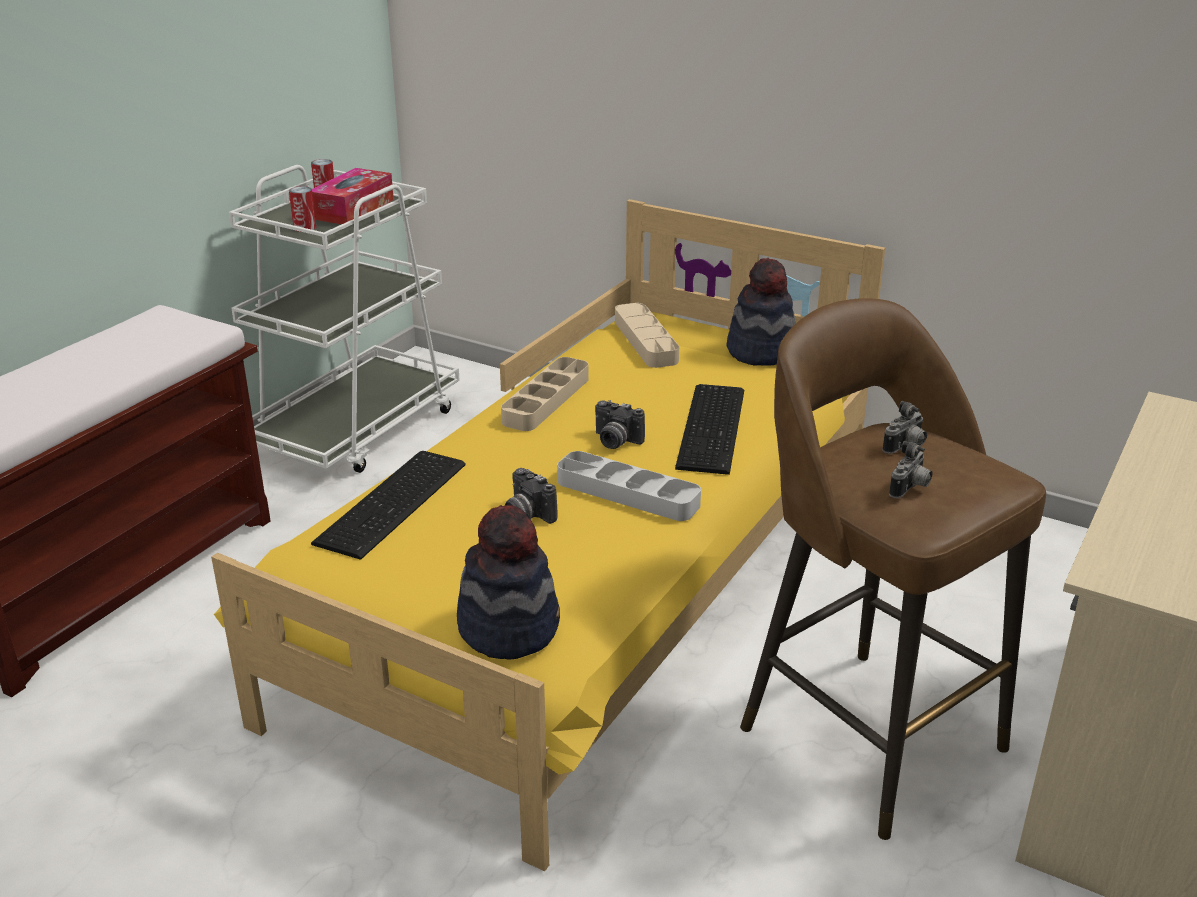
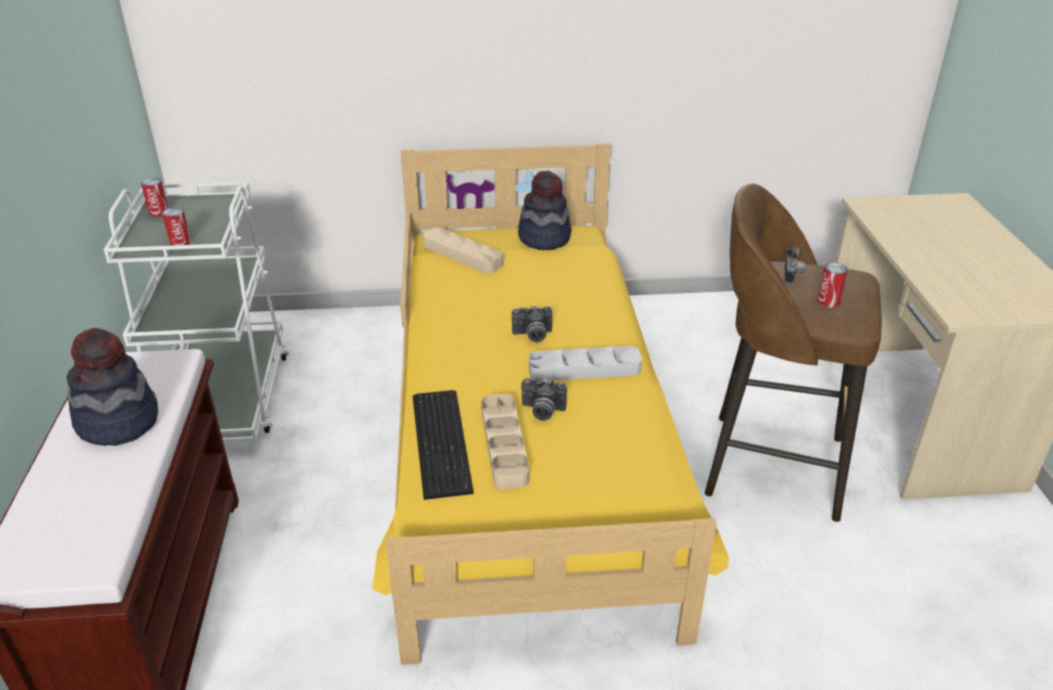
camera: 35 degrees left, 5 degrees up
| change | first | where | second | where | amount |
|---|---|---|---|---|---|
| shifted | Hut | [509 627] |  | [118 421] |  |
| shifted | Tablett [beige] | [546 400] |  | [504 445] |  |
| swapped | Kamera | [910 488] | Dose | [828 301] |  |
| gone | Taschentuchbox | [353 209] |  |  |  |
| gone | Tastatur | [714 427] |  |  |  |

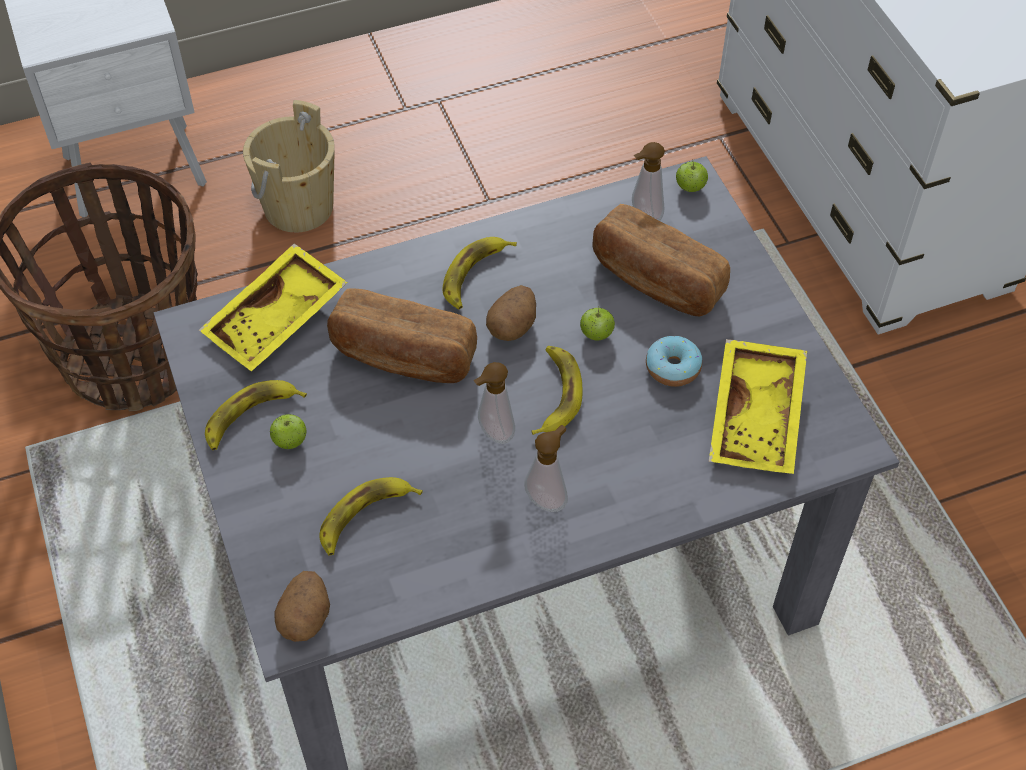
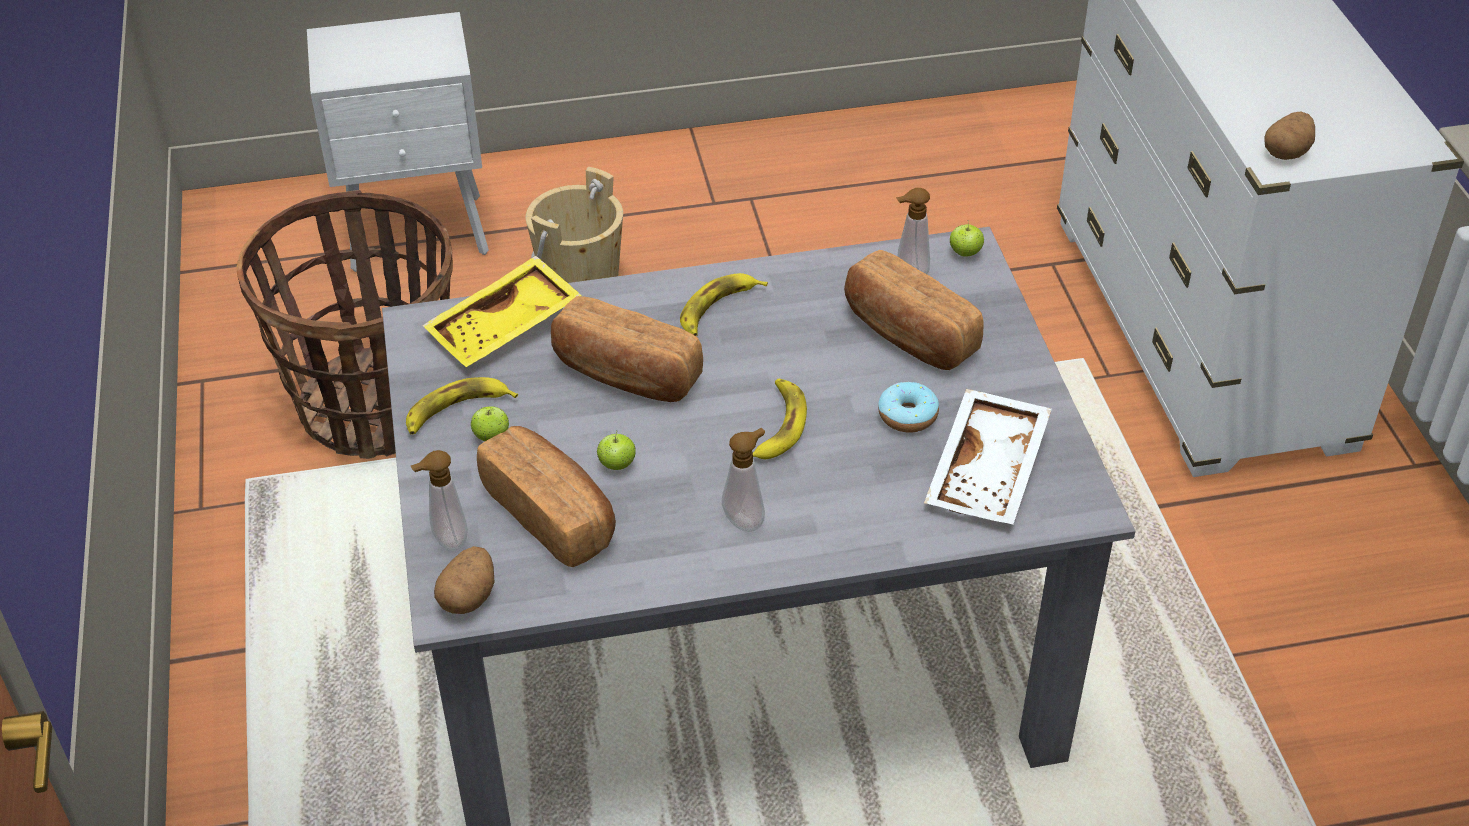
camera: 10 degrees right, 10 degrees down
| change | first | where | second | where | amount |
|---|---|---|---|---|---|
| shifted | Seifenspender | [493 434] |  | [447 541] |  |
| swapped | Banane | [365 517] | Brot | [551 514] |  |
| shifted | Apfel | [596 334] |  | [617 465] |  |
| repainted | Tablett [gelb] | [759 417] | Tablett [weiß] | [990 472] |  |
| shifted | Kartoffel | [512 326] |  | [1287 152] |  |

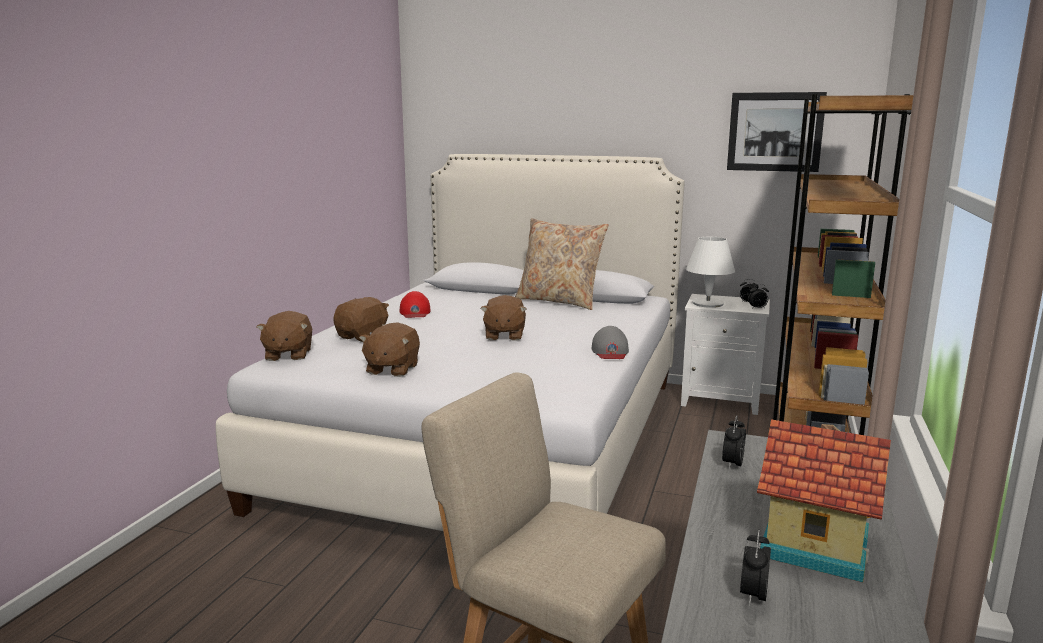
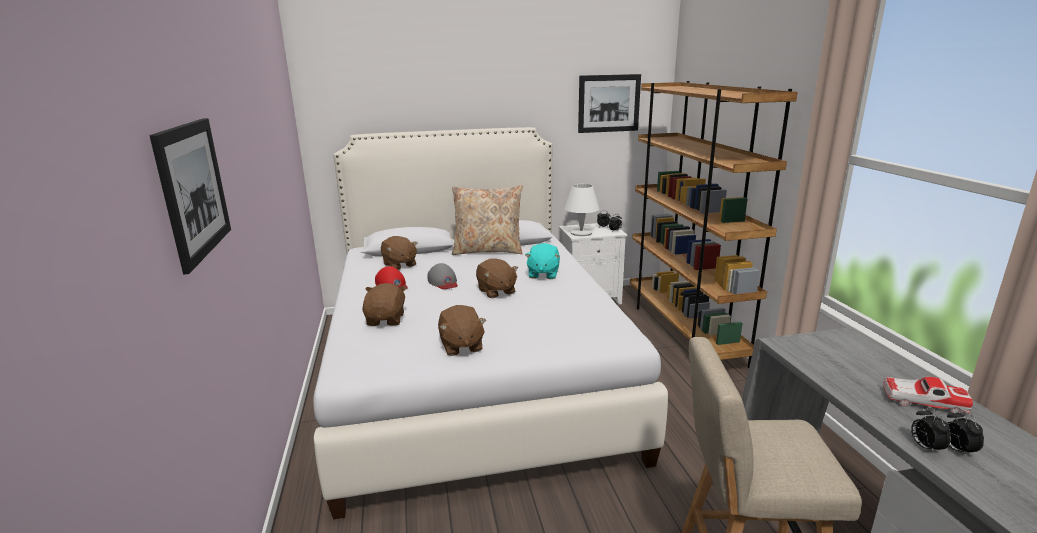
camera: 30 degrees left, 5 degrees up
| change | first | where | second | where | amount |
|---|---|---|---|---|---|
| new |  |  | Bild | [194 190] |  |
| shifted | Plüschtier [braun] | [288 355] |  | [399 265] |  |
| shifted | Kappe [grau] | [610 351] |  | [443 282] |  |
| new |  |  | Plüschtier [türkis] | [543 274] |  |
| swapped | Spielzeughaus | [814 542] | Spielzeugauto | [923 401] |  |
| shifted | Wecker | [732 464] |  | [925 447] |  |

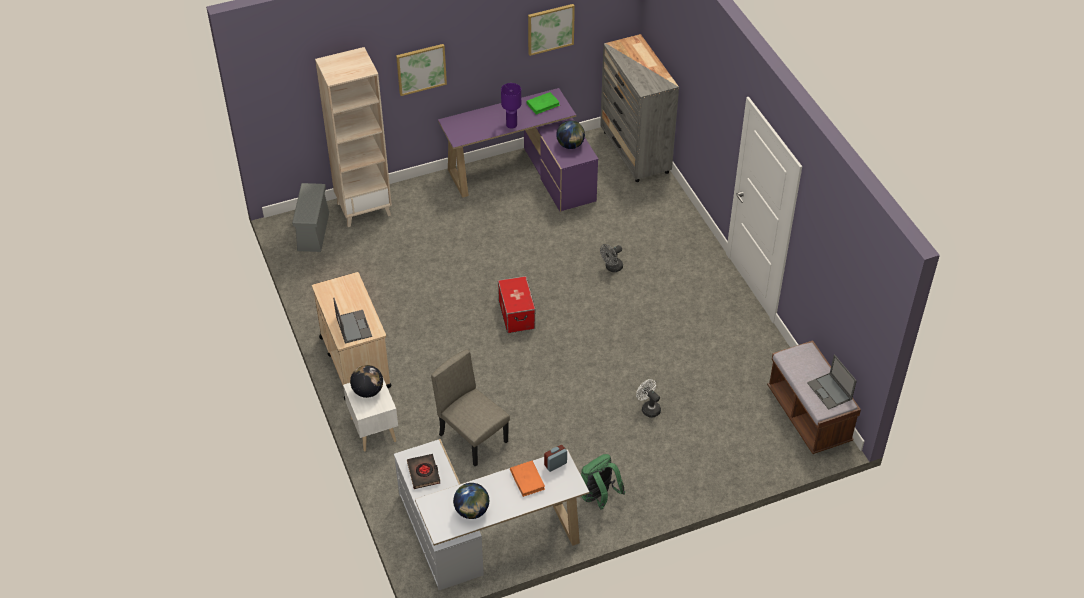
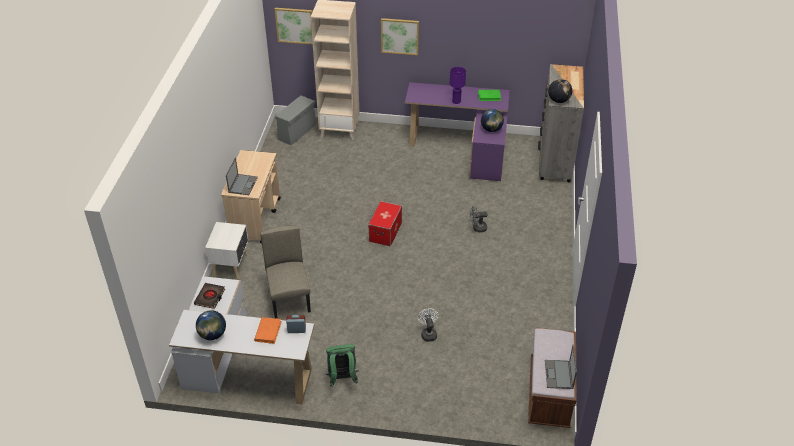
camera: 30 degrees right, 5 degrees down
| change | first | where | second | where | amount |
|---|---|---|---|---|---|
| shifted | Bild | [550 28] |  | [295 25] |  |
| shifted | Globus | [368 391] |  | [558 100] |  |

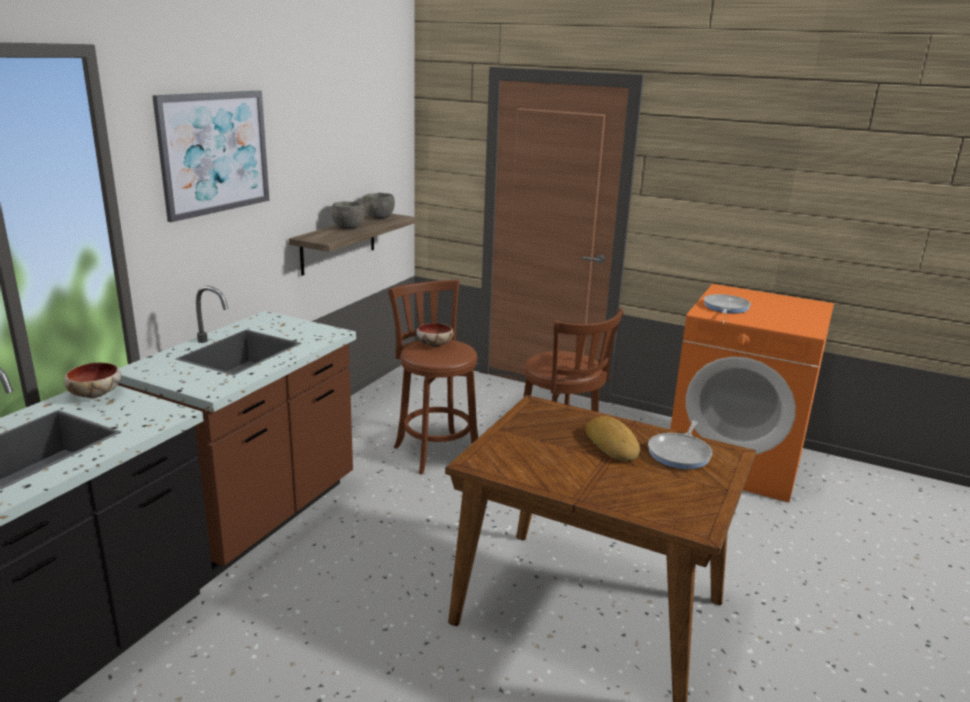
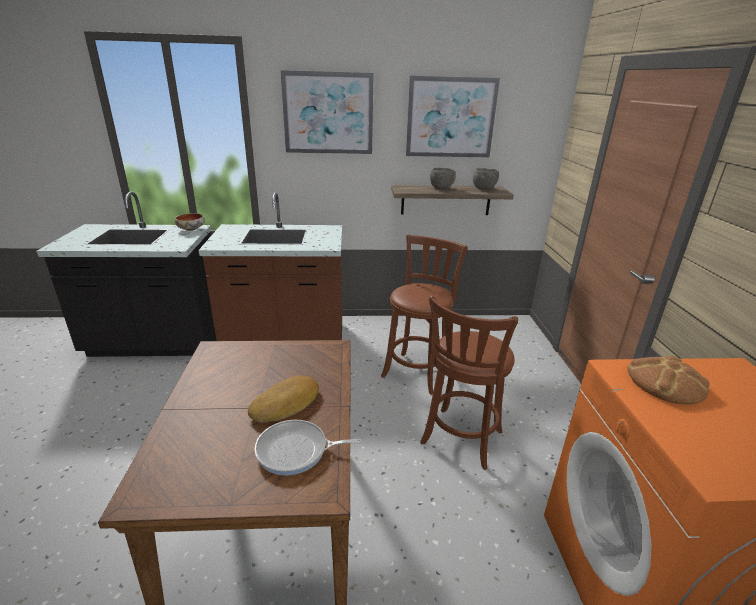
camera: 60 degrees right, 5 degrees up
| change | first | where | second | where | amount |
|---|---|---|---|---|---|
| new |  |  | Bild | [450 118] |  |
| swapped | Pfanne | [725 308] | Brot | [665 382] |  |
| gone | Schüssel | [434 344] |  |  |  |

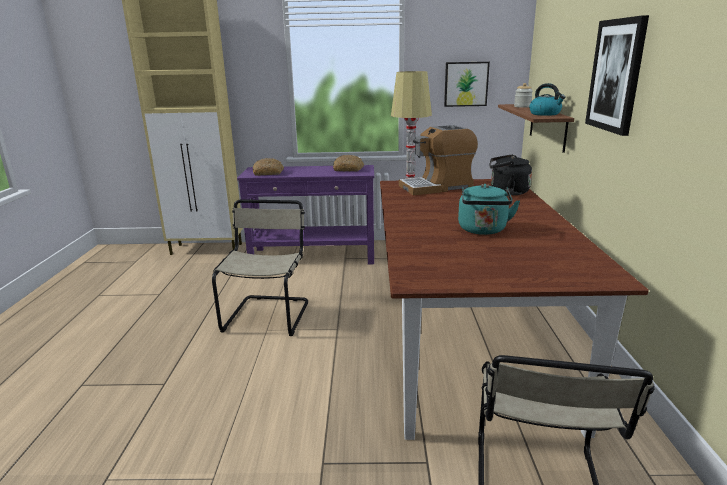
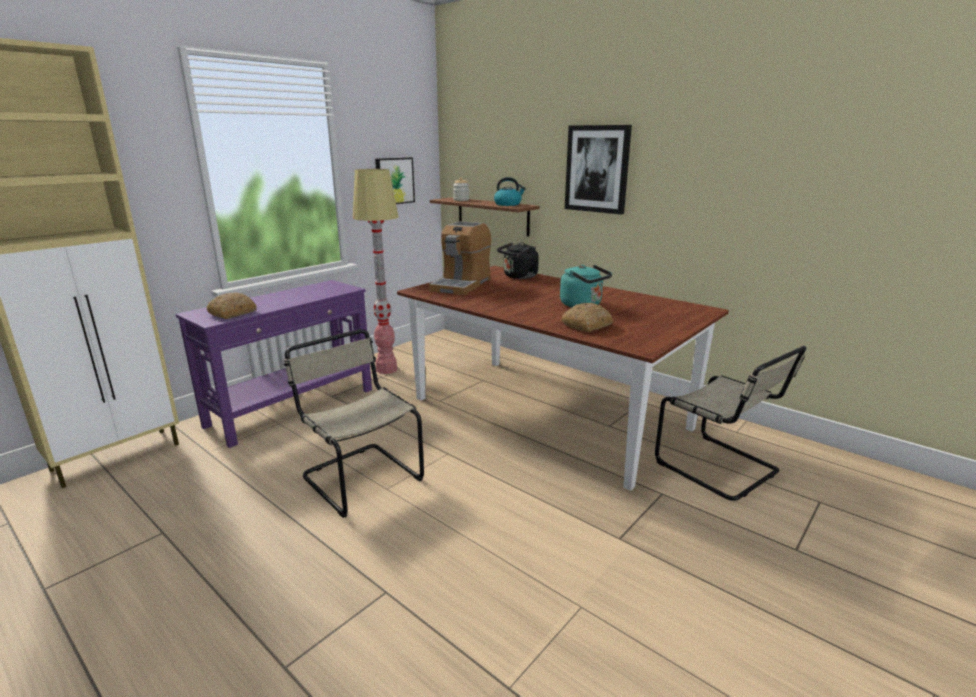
camera: 50 degrees left, 0 degrees up
| change | first | where | second | where | amount |
|---|---|---|---|---|---|
| shifted | Brot | [348 169] |  | [586 325] |  |

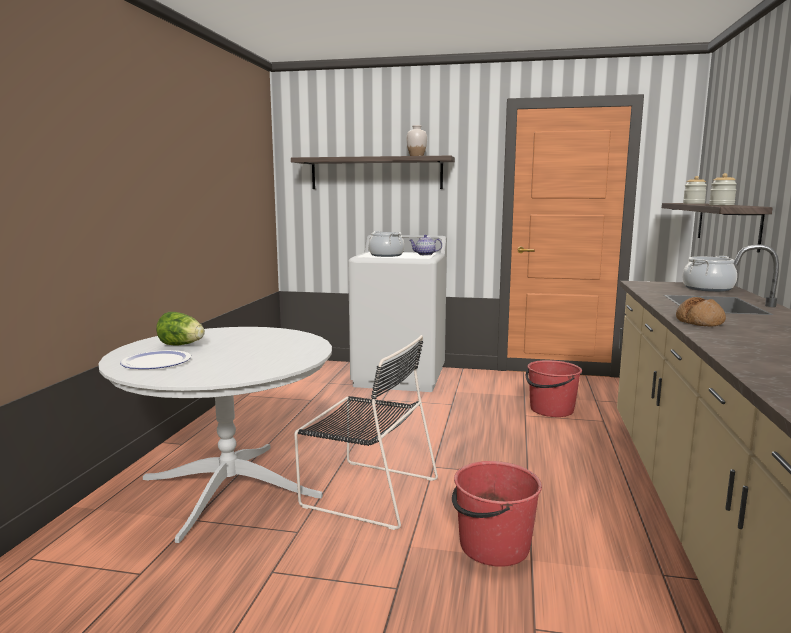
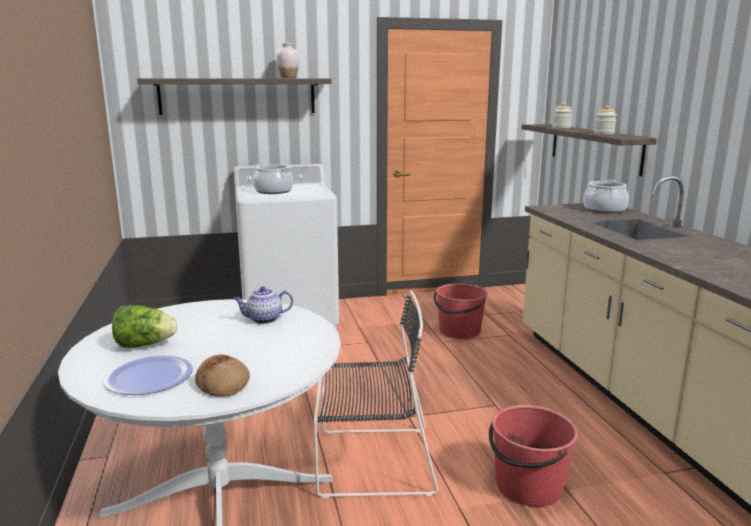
camera: 25 degrees left, 5 degrees up
| change | first | where | second | where | amount |
|---|---|---|---|---|---|
| shifted | Brot | [700 322] |  | [223 384] |  |
| shifted | Teekanne | [424 254] |  | [263 319] |  |

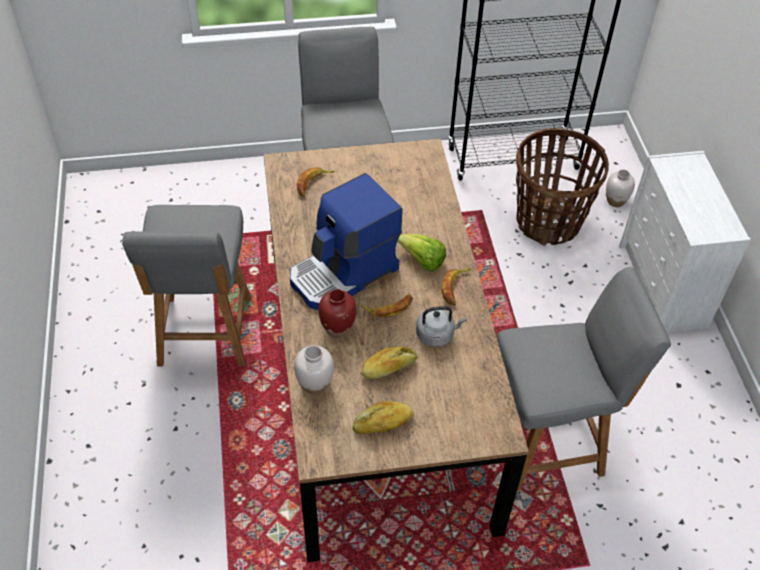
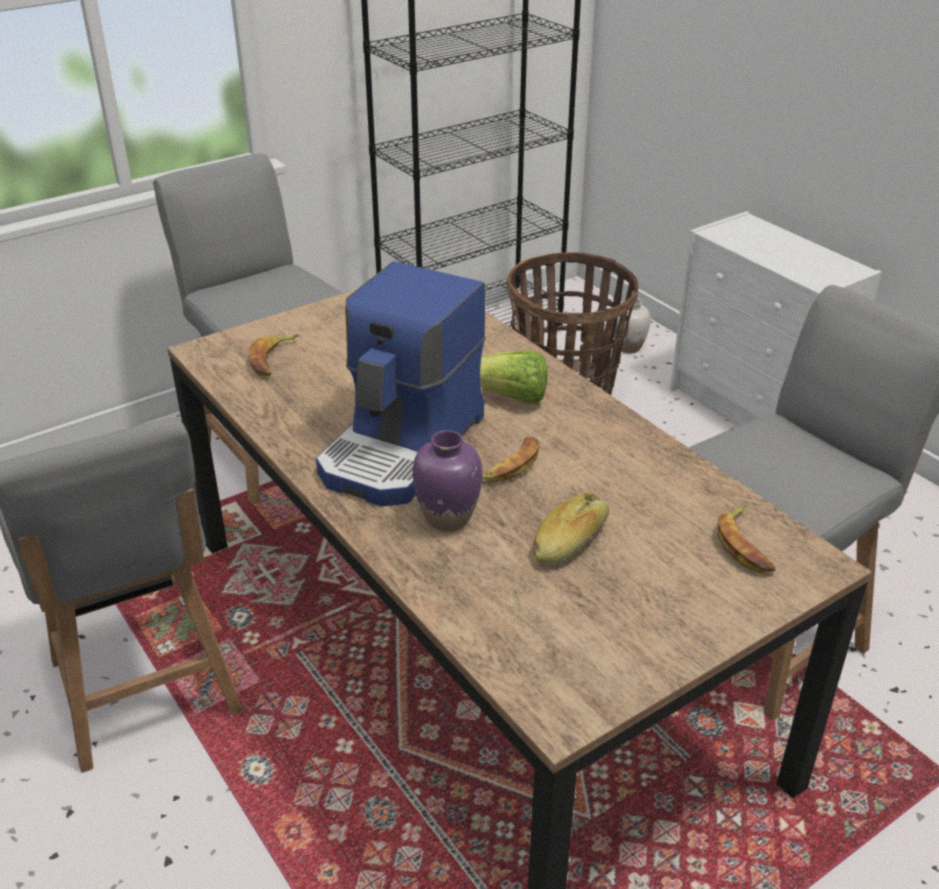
camera: 25 degrees left, 15 degrees down
| change | first | where | second | where | amount |
|---|---|---|---|---|---|
| repainted | Vase [rot] | [338 328] | Vase [lila] | [448 518] |  |
| shifted | Banane | [455 288] |  | [745 545] |  |
| gone | Vase [weiß] | [314 384] |  |  |  |
| gone | Brot | [383 424] |  |  |  |
| gone | Wasserkessel [grau] | [437 334] |  |  |  |

